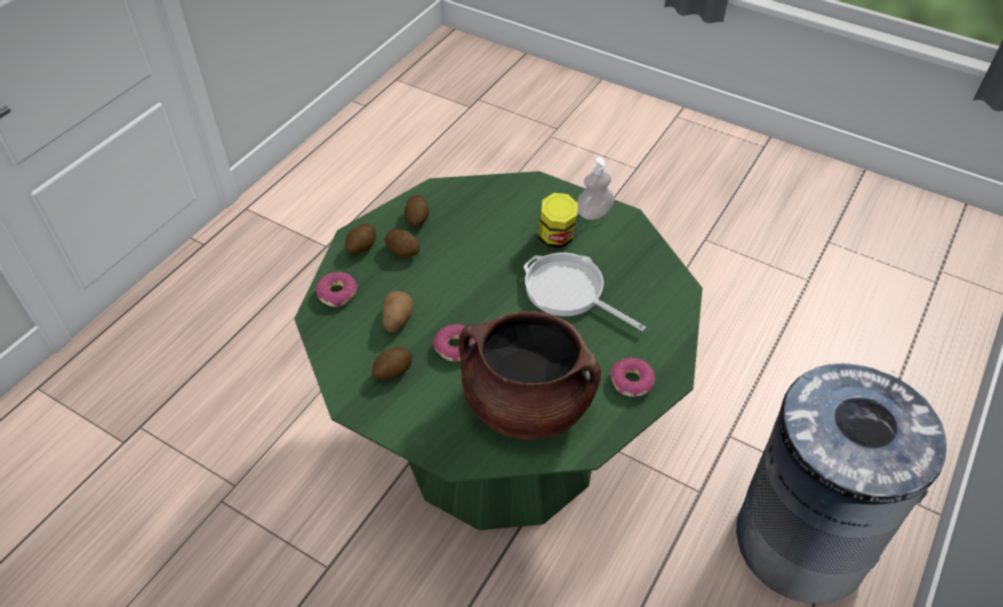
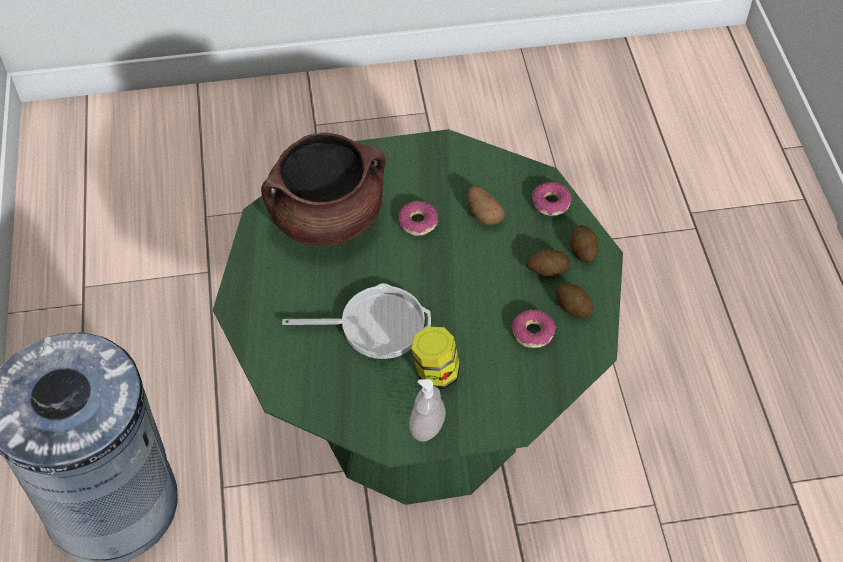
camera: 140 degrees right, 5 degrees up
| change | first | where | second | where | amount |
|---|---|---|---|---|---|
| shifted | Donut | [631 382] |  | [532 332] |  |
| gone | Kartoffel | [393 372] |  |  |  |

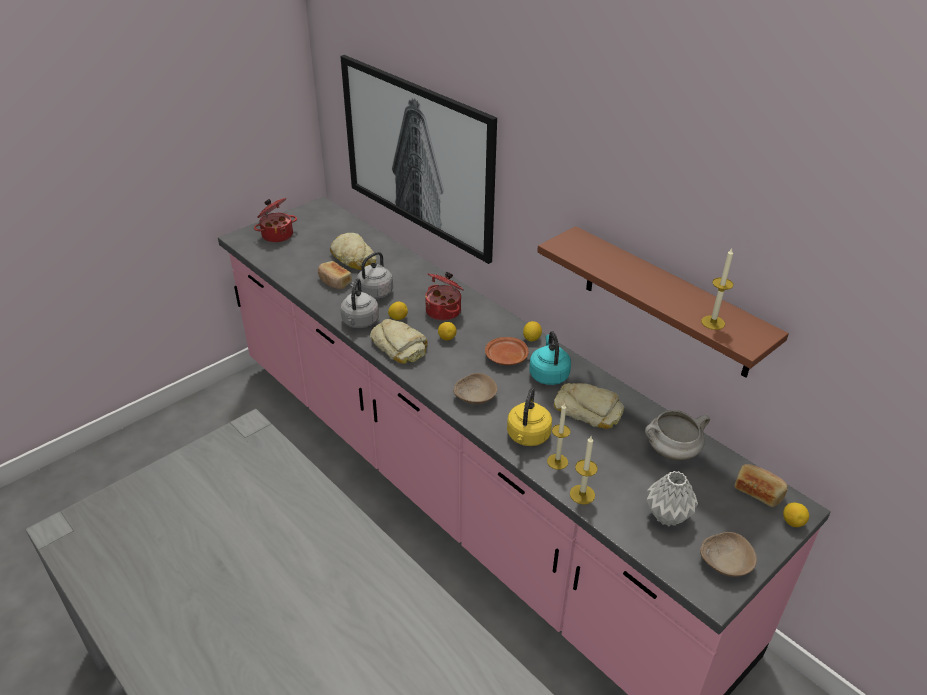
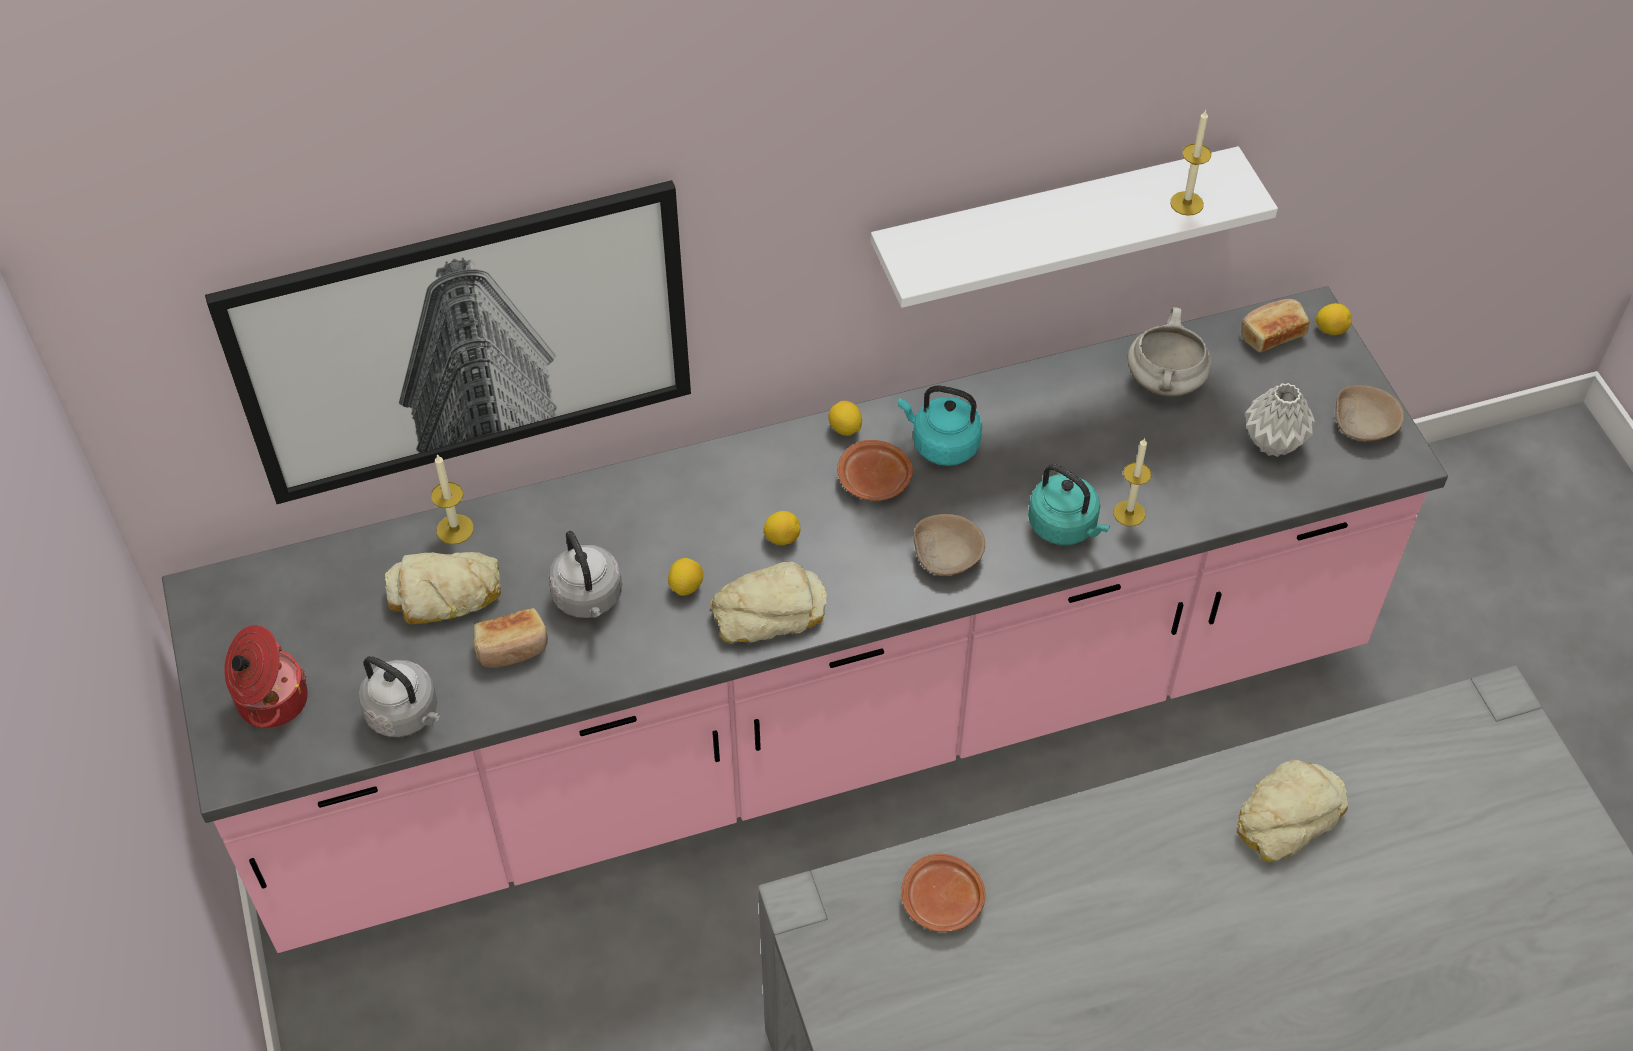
camera: 65 degrees left, 15 degrees up
| change | first | where | second | where | amount |
|---|---|---|---|---|---|
| shifted | Wasserkessel [grau] | [360 322] |  | [405 714] |  |
| shifted | Kerze | [582 494] |  | [455 529] |  |
| repainted | Wandregal [braun] | [667 302] | Wandregal [weiß] | [1053 225] |  |
| new |  |  | Teller [braun] | [942 901] |  |
| repainted | Wasserkessel [gelb] | [527 437] | Wasserkessel [türkis] | [1065 526] |  |
| shifted | Brot | [588 410] |  | [1286 816] |  |
| gone | Kochtopf | [444 311] |  |  |  |

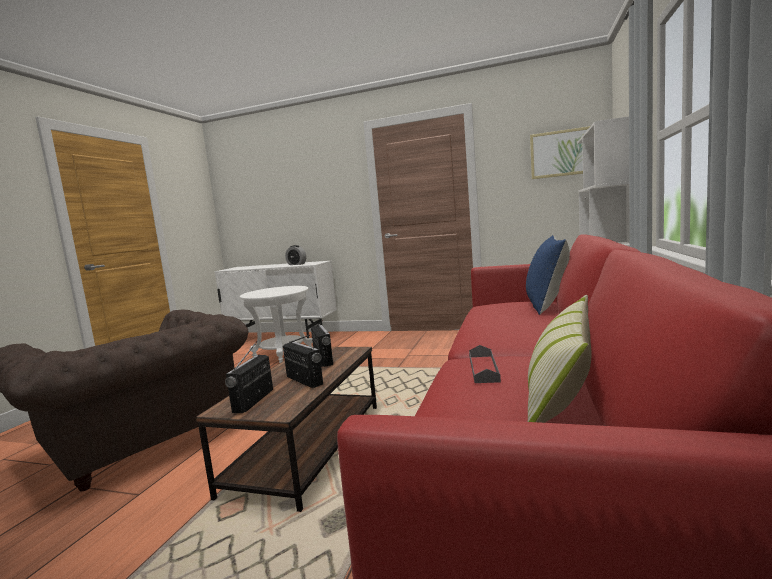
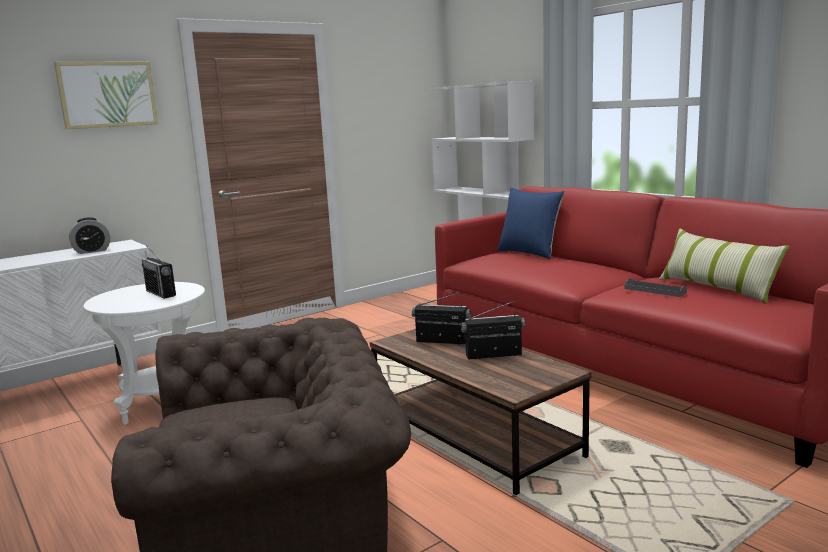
camera: 55 degrees left, 5 degrees up
| change | first | where | second | where | amount |
|---|---|---|---|---|---|
| shifted | Bild | [563 153] |  | [107 94] |  |
| shifted | Radio | [253 401] |  | [161 293] |  |

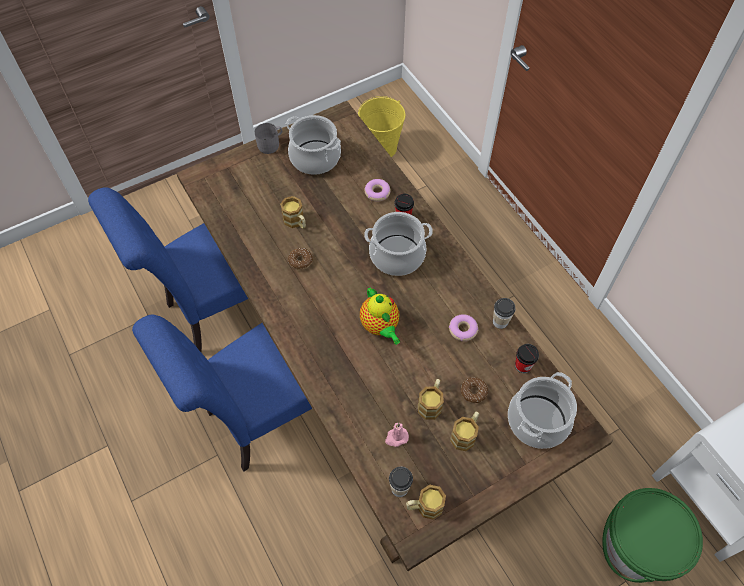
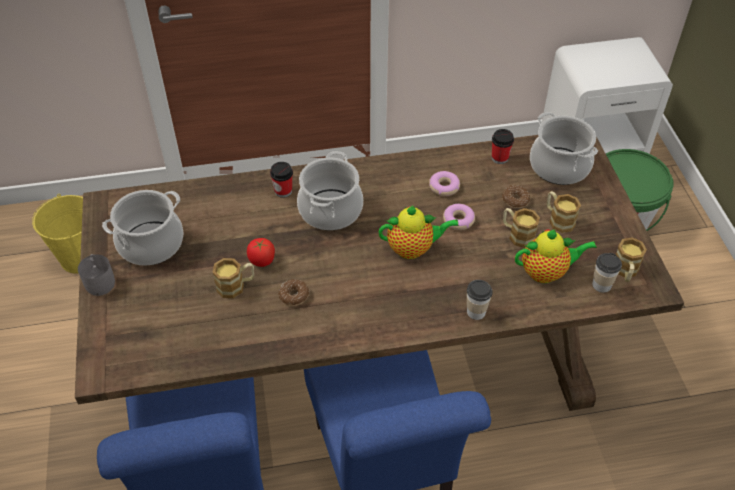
camera: 70 degrees left, 10 degrees down
| change | first | where | second | where | amount |
|---|---|---|---|---|---|
| new |  |  | Tomate | [261 261] |  |
| shifted | Donut | [377 192] |  | [458 220] |  |
| shifted | Tasse | [500 321] |  | [476 312] |  |
| swapped | Kerze [rosa] | [396 437] | Teekanne | [546 272] |  |

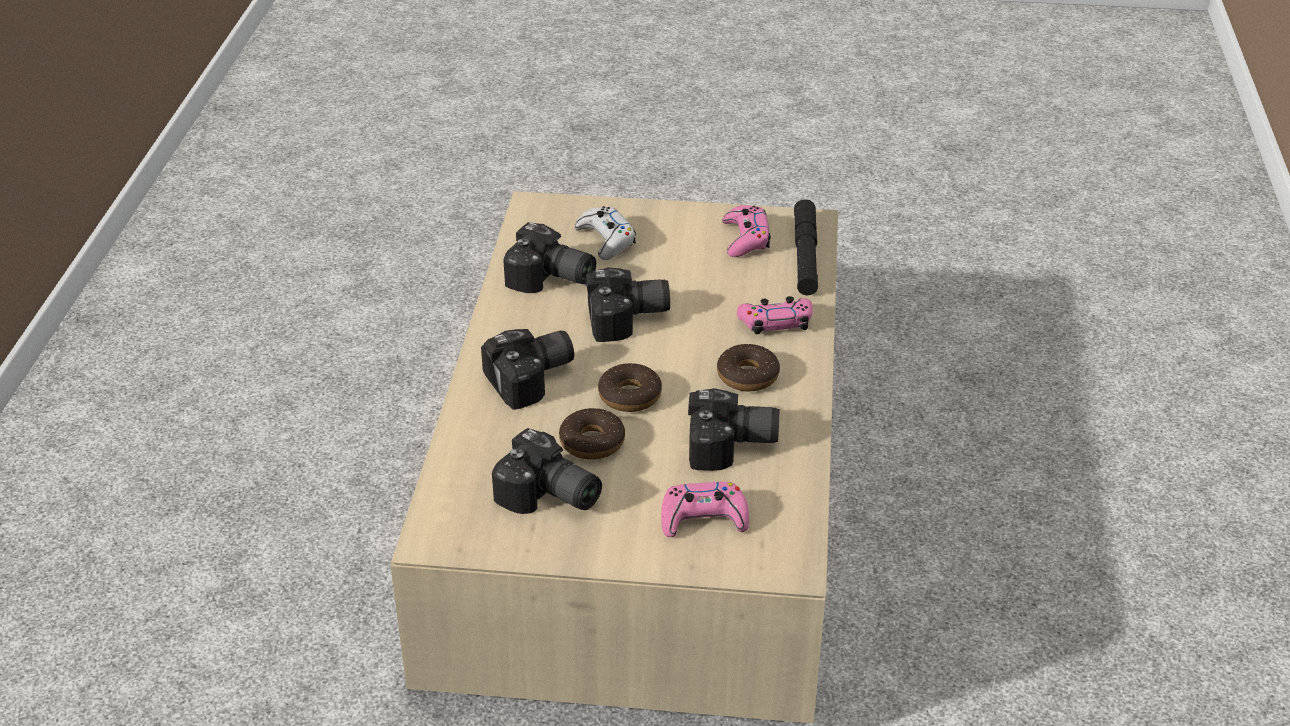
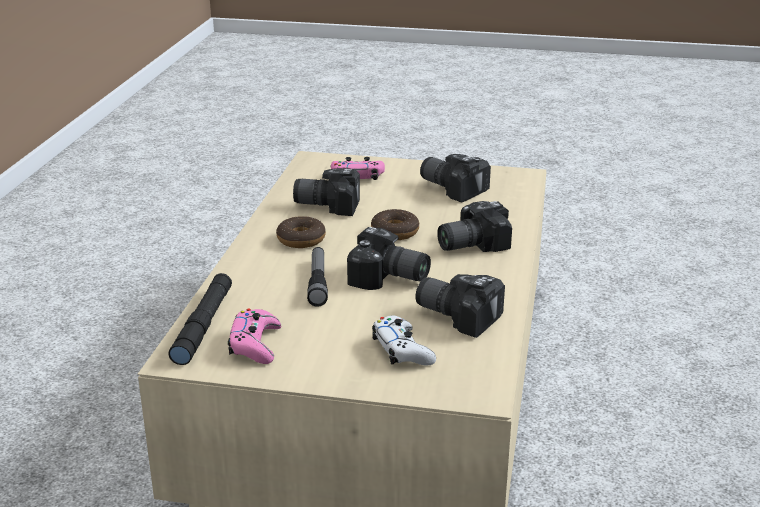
camera: 175 degrees left, 10 degrees down
| change | first | where | second | where | amount |
|---|---|---|---|---|---|
| new |  |  | Taschenlampe | [318 282] |  |
| rotated | Kamera | [629 320] |  | [388 279] | 150 degrees counterclockwise |
| gone | Donut | [592 442] |  |  |  |
| gone | Gamepad [rosa] | [775 322] |  |  |  |

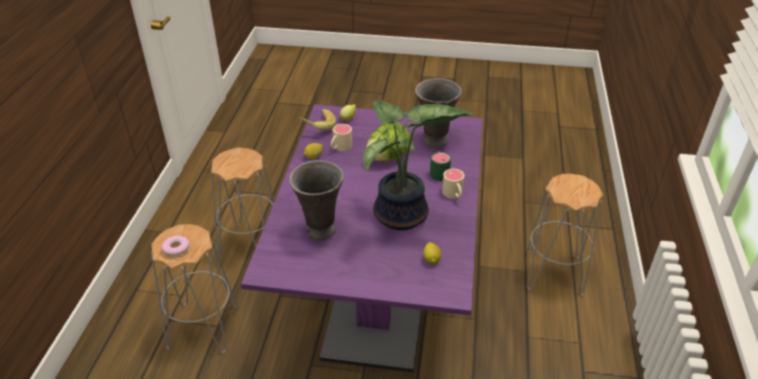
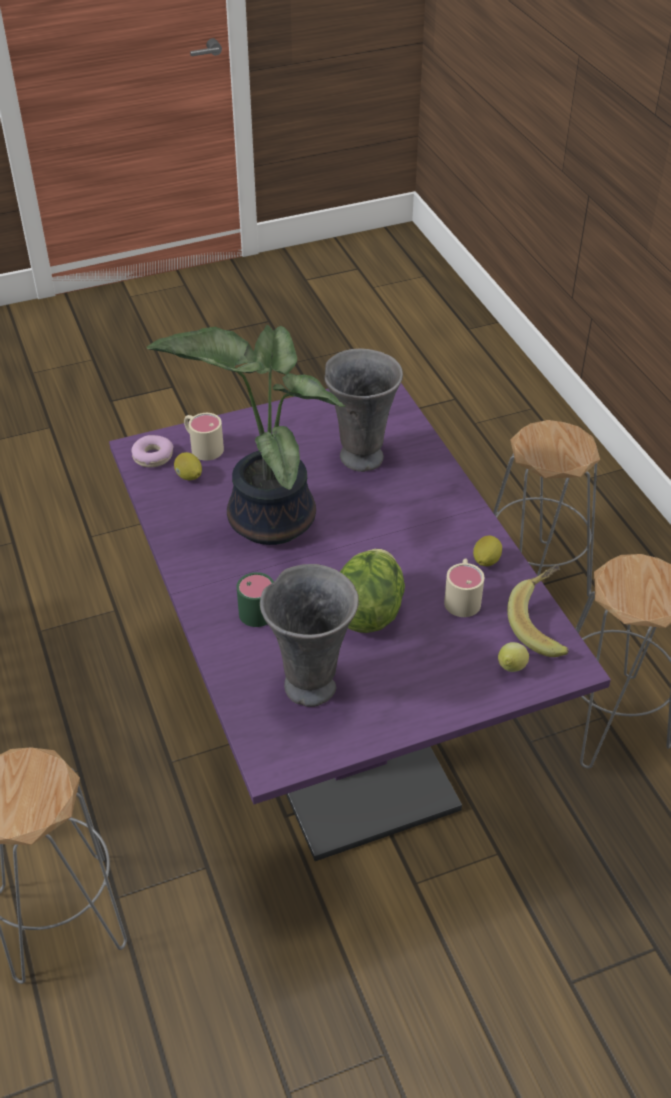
camera: 150 degrees right, 5 degrees up
| change | first | where | second | where | amount |
|---|---|---|---|---|---|
| shifted | Donut | [176 249] |  | [153 456] |  |
| shifted | Henkelbecher [beige] | [454 195] |  | [202 446] |  |

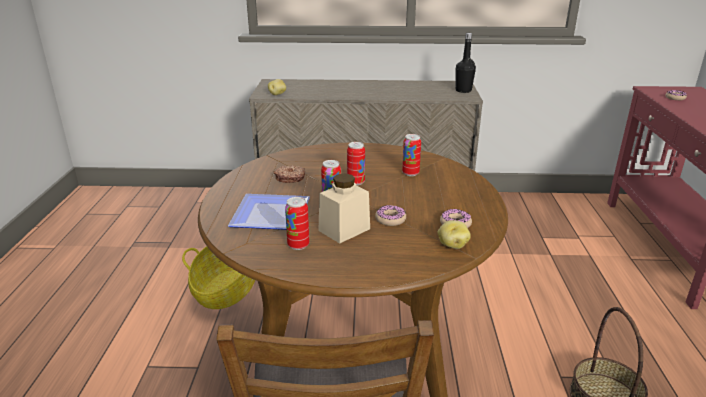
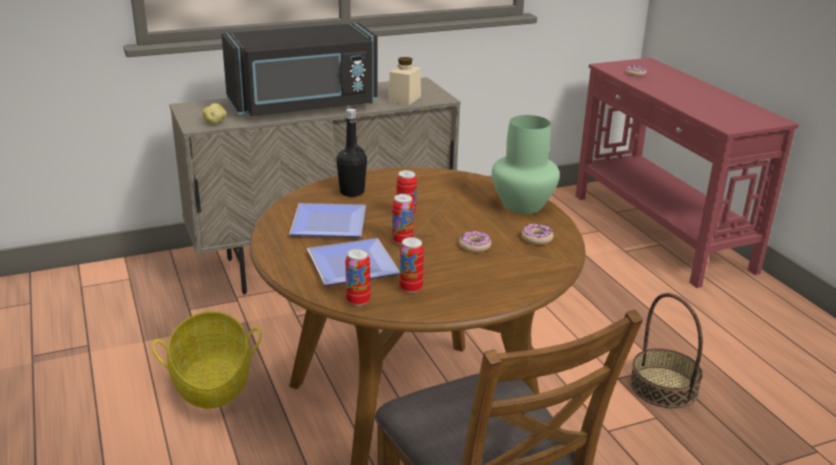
camera: 25 degrees left, 0 degrees up
| change | first | where | second | where | amount |
|---|---|---|---|---|---|
| new |  |  | Mikrowelle [schwarz] | [304 106] |  |
| swapped | Donut | [290 178] | Teller | [331 223] |  |
| shifted | Flasche [schwarz] | [463 90] |  | [352 192] |  |
| shifted | Dose | [410 173] |  | [358 301] |  |
| shifted | Vorratsglas [beige] | [344 229] |  | [404 99] |  |
| new |  |  | Vase [grün] | [522 205] |  |
| gone | Kartoffel | [452 245] |  |  |  |

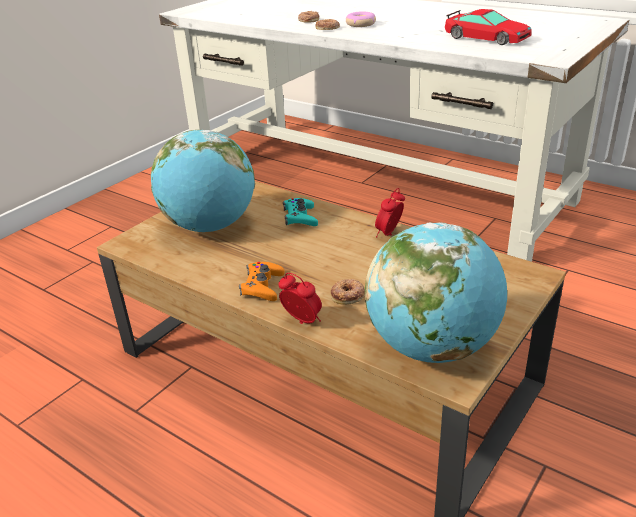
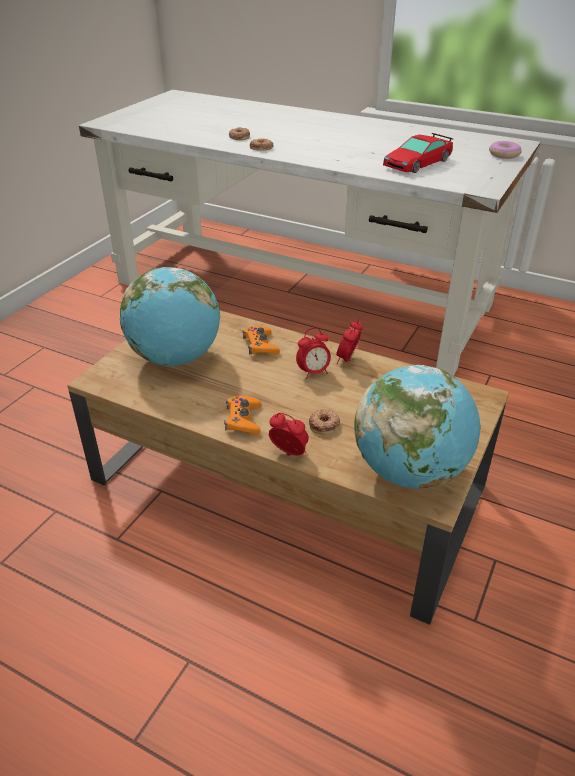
camera: 10 degrees left, 5 degrees up
| change | first | where | second | where | amount |
|---|---|---|---|---|---|
| repainted | Gamepad [türkis] | [300 217] | Gamepad [orange] | [260 345] |  |
| new |  |  | Wecker | [313 372] |  |
| rotated | Spielzeugauto | [486 38] |  | [417 163] | 105 degrees clockwise |
| shifted | Donut | [360 24] |  | [504 155] |  |

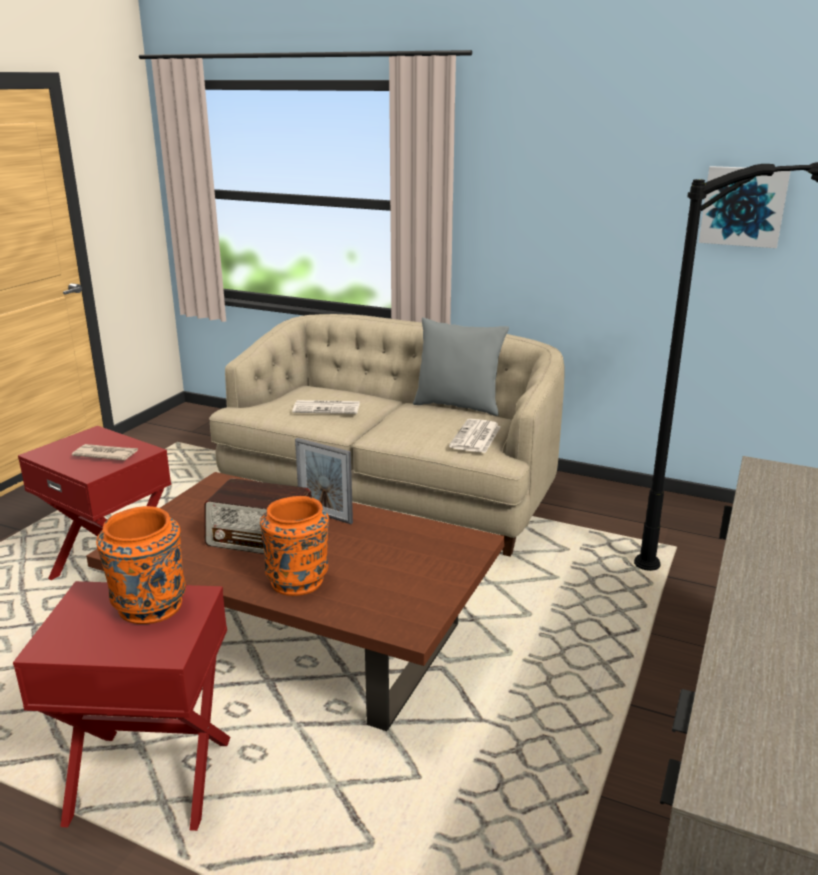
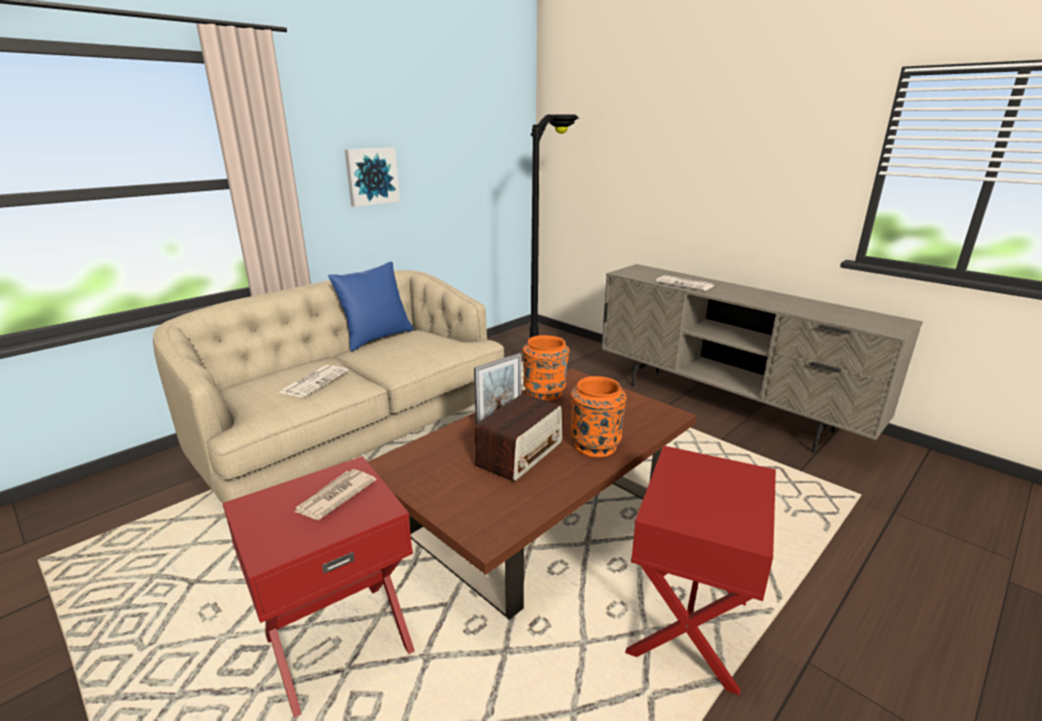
camera: 70 degrees left, 0 degrees up
| change | first | where | second | where | amount |
|---|---|---|---|---|---|
| repainted | Kissen [grau] | [458 406] | Kissen [blau] | [376 338] |  |
| shifted | Bild | [743 206] |  | [371 176] |  |
| shifted | Vase [orange] | [149 607] |  | [545 393] |  |
| shifted | Zeitung | [476 437] |  | [685 284] |  |

